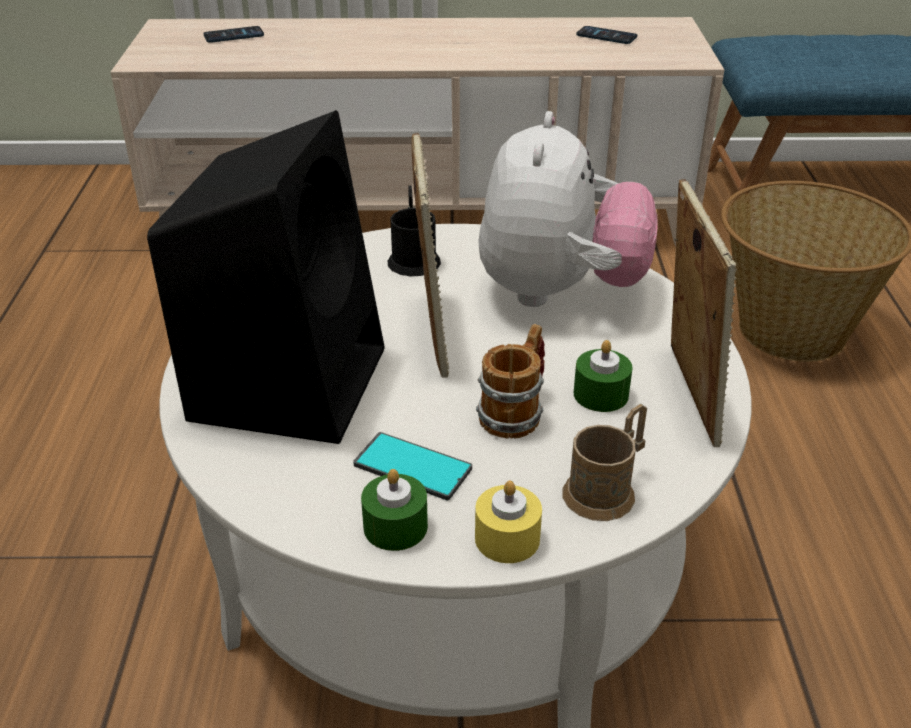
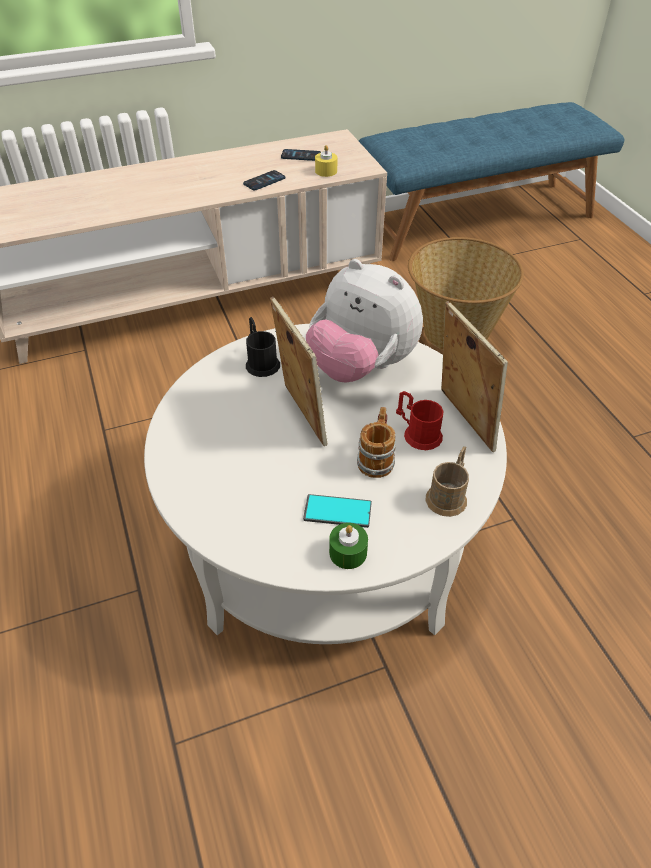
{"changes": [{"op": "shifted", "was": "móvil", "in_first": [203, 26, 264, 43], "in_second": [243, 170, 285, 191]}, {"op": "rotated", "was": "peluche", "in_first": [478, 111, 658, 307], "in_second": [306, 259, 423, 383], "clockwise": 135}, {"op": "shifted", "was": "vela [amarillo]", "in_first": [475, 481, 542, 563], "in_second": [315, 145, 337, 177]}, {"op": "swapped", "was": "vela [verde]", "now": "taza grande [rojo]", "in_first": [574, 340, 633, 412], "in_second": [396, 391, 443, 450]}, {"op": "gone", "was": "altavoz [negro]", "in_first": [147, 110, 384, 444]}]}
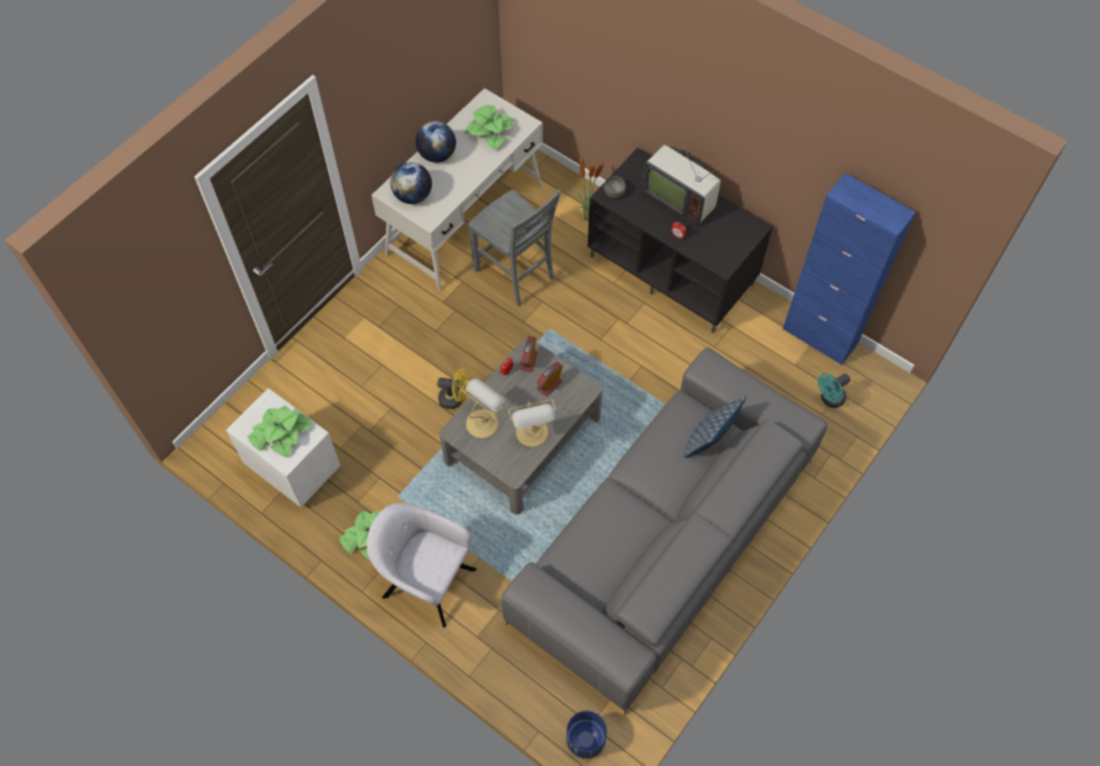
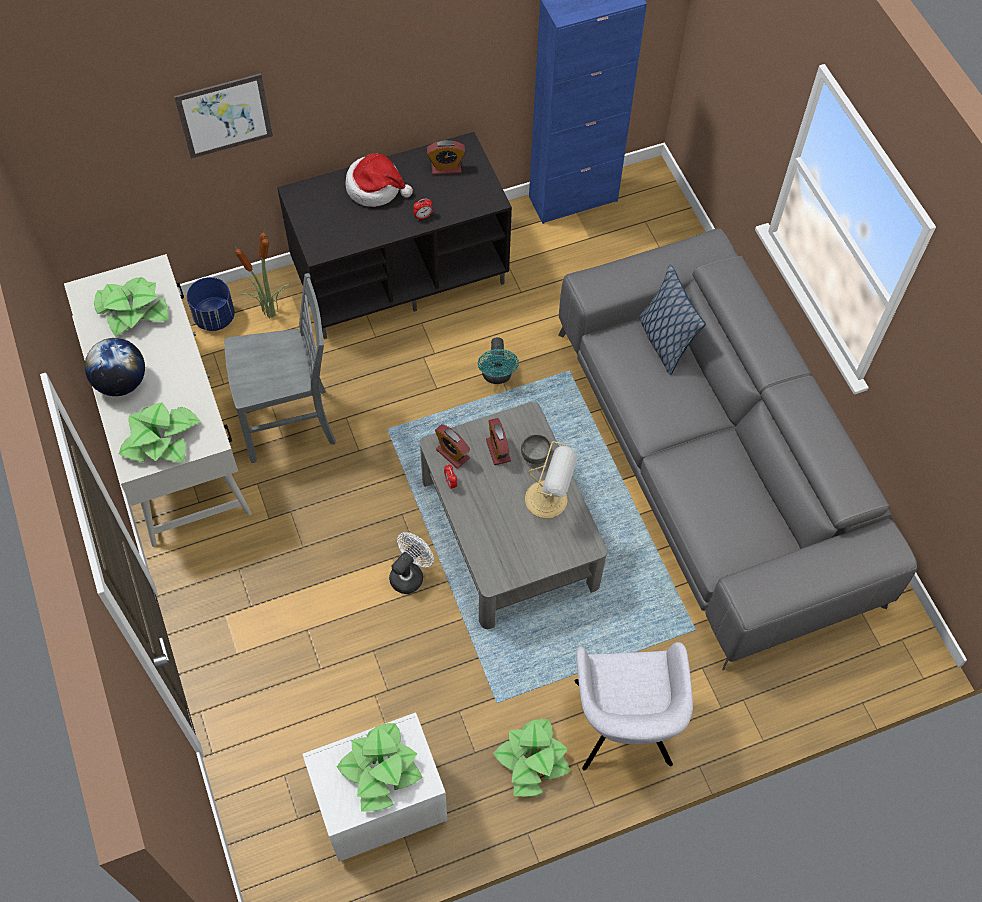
{"changes": [{"op": "swapped", "was": "globo terráqueo", "now": "planta en maceta", "in_first": [390, 162, 432, 204], "in_second": [119, 402, 200, 463]}, {"op": "new", "now": "cuadro", "in_second": [174, 73, 273, 159]}, {"op": "shifted", "was": "maceta [azul]", "in_first": [566, 711, 607, 759], "in_second": [187, 277, 235, 331]}, {"op": "swapped", "was": "televisor", "now": "sombrero", "in_first": [642, 144, 721, 225], "in_second": [345, 153, 413, 207]}, {"op": "repainted", "was": "ventilador [amarillo]", "now": "ventilador [blanco]", "in_first": [437, 369, 469, 409], "in_second": [389, 532, 434, 594]}, {"op": "new", "now": "despertador", "in_second": [426, 140, 466, 175]}, {"op": "shifted", "was": "ventilador [turquesa]", "in_first": [818, 373, 850, 408], "in_second": [478, 337, 519, 384]}, {"op": "shifted", "was": "cuenco [gris]", "in_first": [604, 176, 626, 198], "in_second": [521, 434, 552, 464]}, {"op": "rotated", "was": "sillón [gris]", "in_first": [367, 503, 477, 628], "in_second": [575, 642, 693, 771], "clockwise": -60}, {"op": "gone", "was": "lámpara de mesa", "in_first": [460, 379, 505, 438]}]}
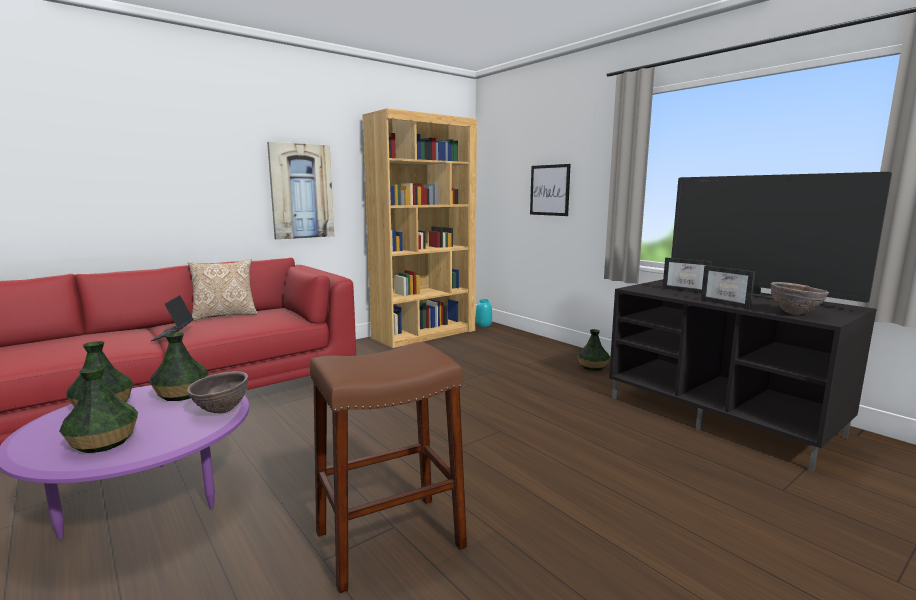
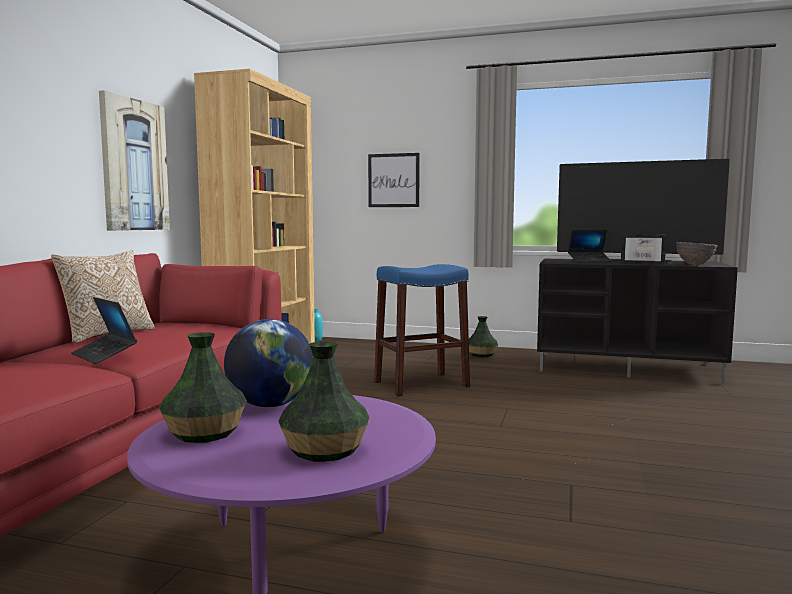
{"changes": [{"op": "swapped", "was": "florero", "now": "globo terráqueo", "in_first": [149, 332, 209, 401], "in_second": [224, 319, 313, 407]}, {"op": "new", "now": "taburete [azul]", "in_second": [374, 264, 470, 396]}, {"op": "swapped", "was": "portarretratos", "now": "portátil", "in_first": [662, 258, 712, 293], "in_second": [568, 230, 612, 262]}, {"op": "gone", "was": "cuenco [marrón]", "in_first": [187, 371, 248, 414]}, {"op": "gone", "was": "taburete [marrón]", "in_first": [310, 342, 467, 594]}]}
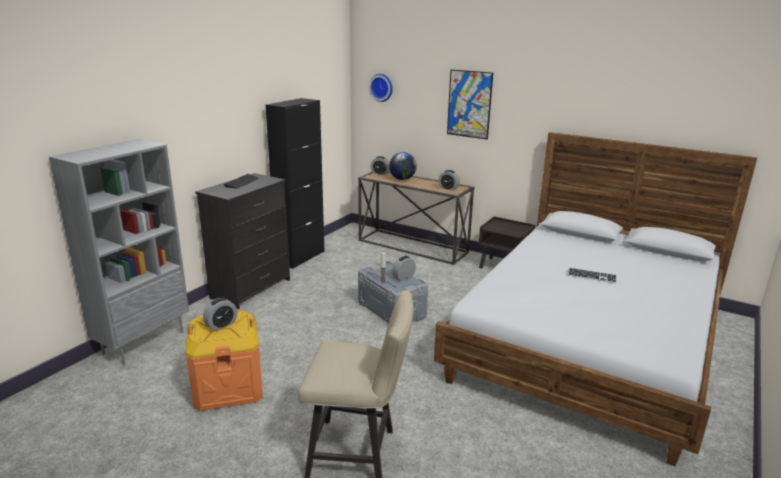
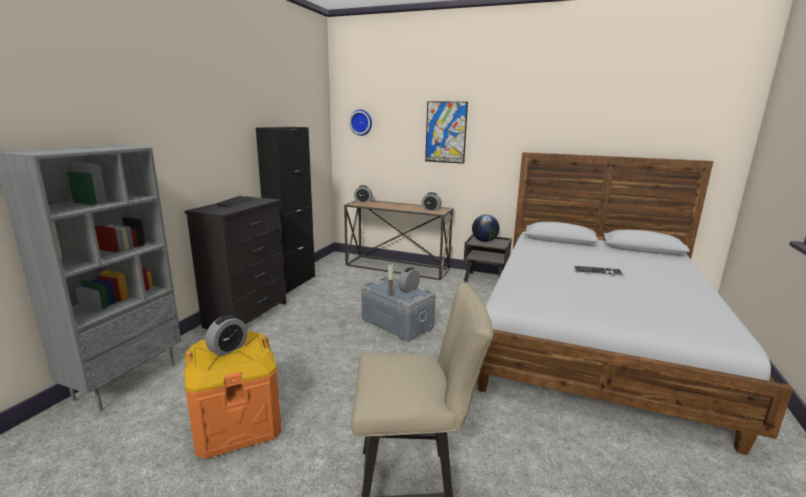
{"changes": [{"op": "shifted", "was": "globo terráqueo", "in_first": [389, 152, 417, 180], "in_second": [472, 215, 500, 242]}]}
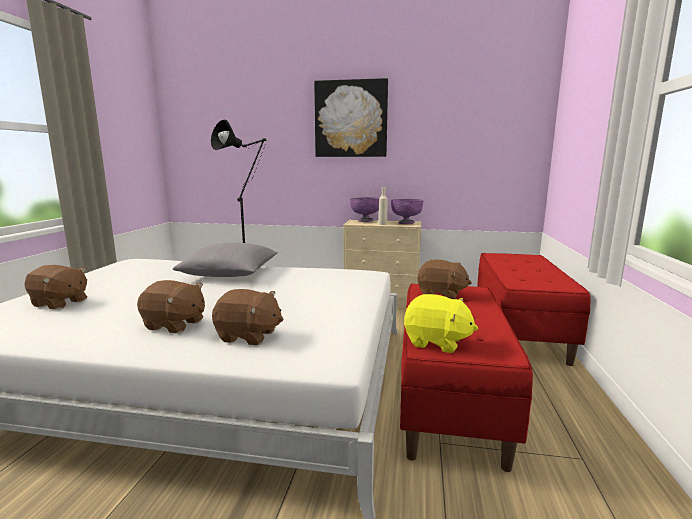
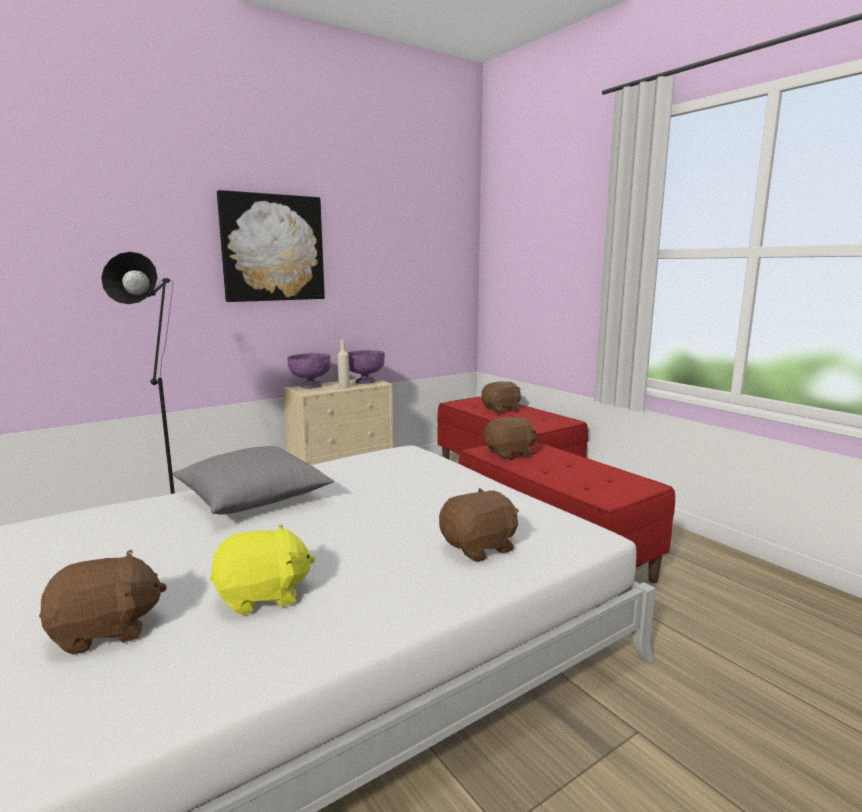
{"changes": [{"op": "shifted", "was": "peluche [amarillo]", "in_first": [404, 294, 478, 353], "in_second": [210, 524, 315, 615]}, {"op": "shifted", "was": "peluche [marrón]", "in_first": [137, 280, 205, 333], "in_second": [481, 382, 521, 413]}]}
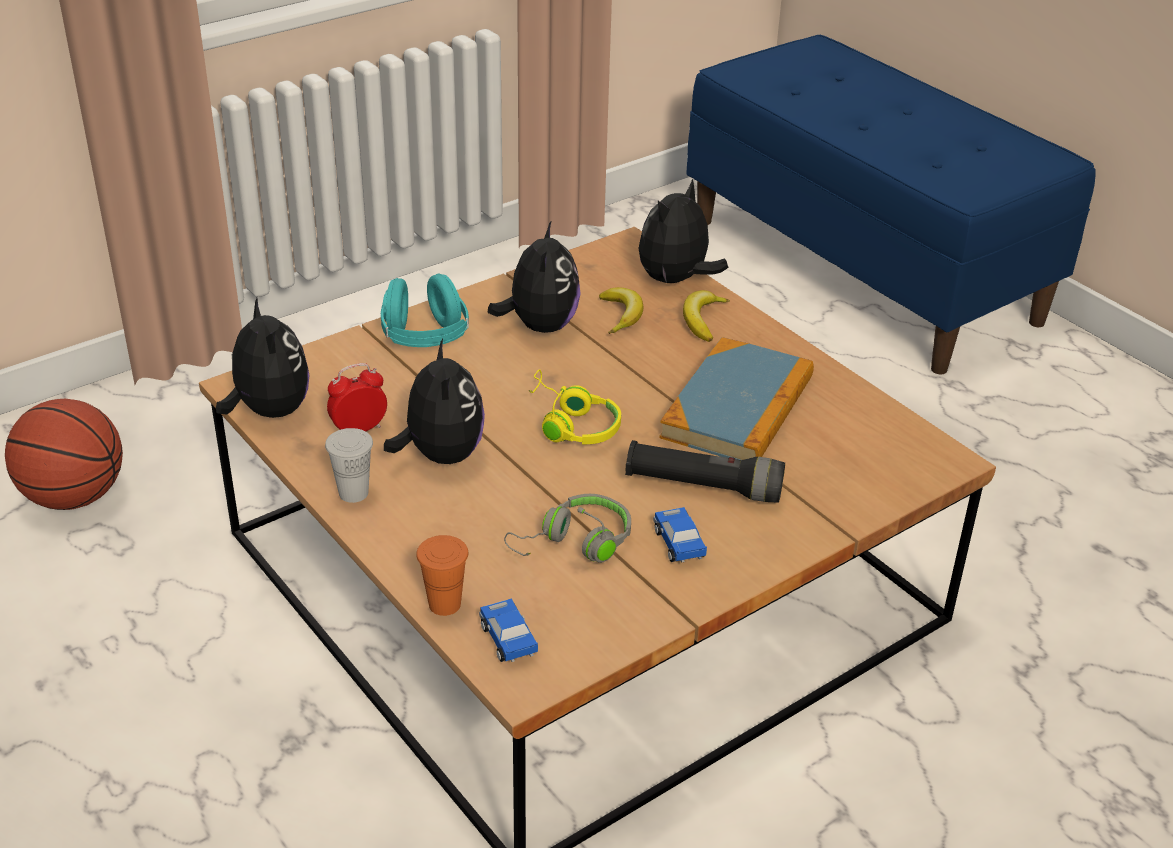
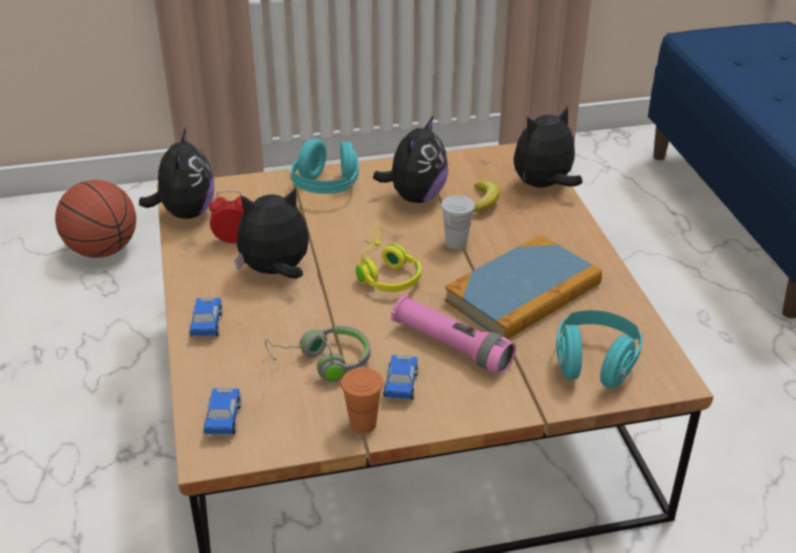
{"changes": [{"op": "new", "now": "coche de juguete", "in_second": [189, 298, 223, 338]}, {"op": "rotated", "was": "peluche", "in_first": [384, 338, 485, 464], "in_second": [234, 187, 309, 279], "clockwise": -120}, {"op": "shifted", "was": "taza [naranja]", "in_first": [416, 535, 468, 616], "in_second": [341, 368, 383, 434]}, {"op": "repainted", "was": "linterna [negro]", "now": "linterna [rosa]", "in_first": [625, 440, 785, 503], "in_second": [391, 295, 516, 375]}, {"op": "shifted", "was": "taza [blanco]", "in_first": [325, 428, 373, 503], "in_second": [441, 195, 475, 250]}, {"op": "new", "now": "auriculares [turquesa]", "in_second": [556, 310, 642, 388]}, {"op": "gone", "was": "plátano", "in_first": [683, 290, 730, 342]}]}
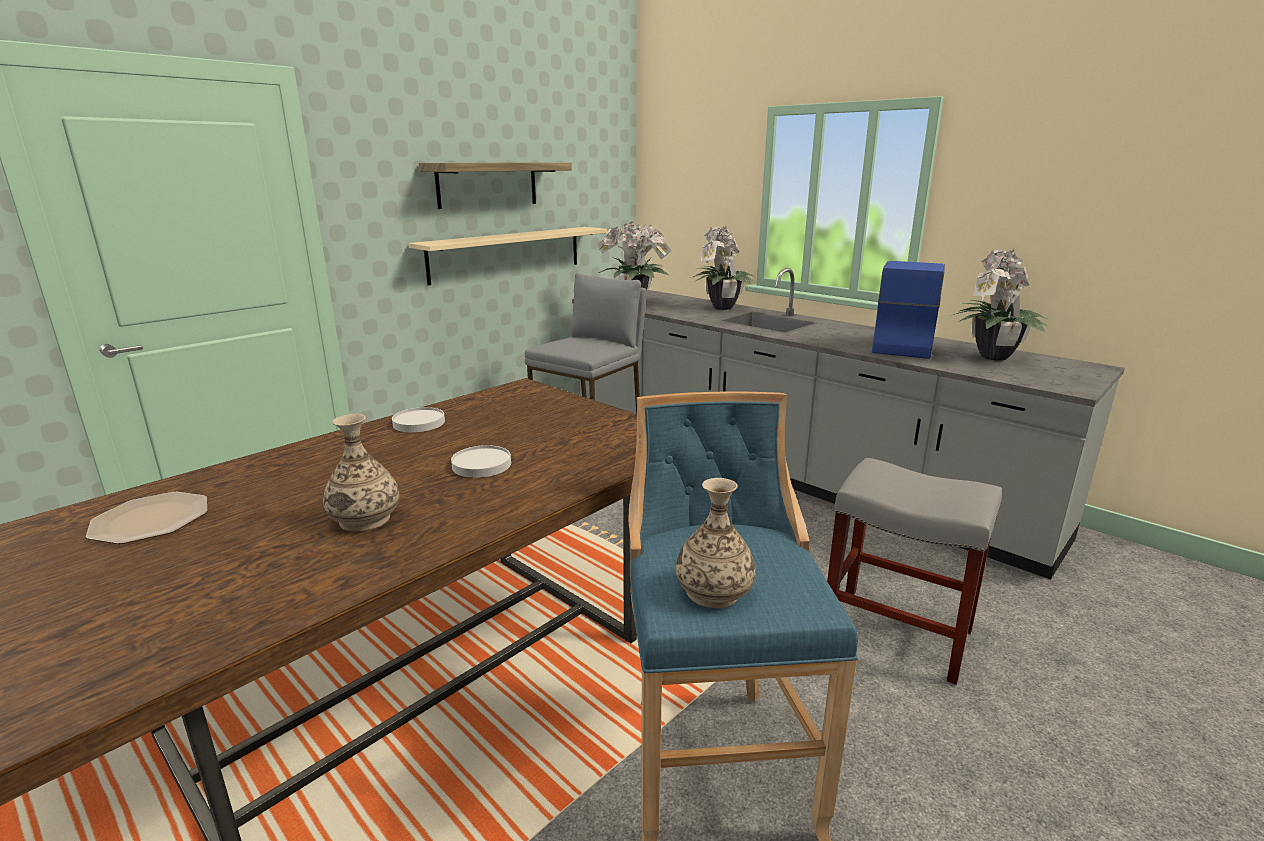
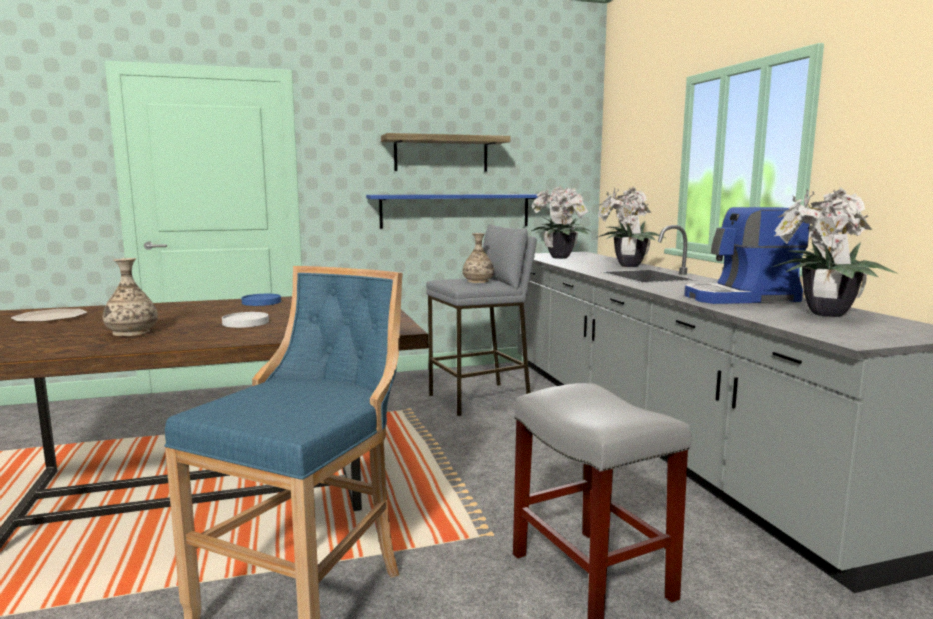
{"changes": [{"op": "repainted", "was": "plato [blanco]", "now": "plato [azul]", "in_first": [392, 407, 445, 432], "in_second": [241, 294, 281, 306]}, {"op": "repainted", "was": "estante [beis]", "now": "estante [azul]", "in_first": [408, 227, 607, 286], "in_second": [366, 194, 538, 229]}, {"op": "shifted", "was": "florero", "in_first": [676, 478, 756, 608], "in_second": [462, 233, 494, 283]}, {"op": "rotated", "was": "cafetera", "in_first": [872, 261, 945, 359], "in_second": [684, 207, 810, 304], "clockwise": -150}]}
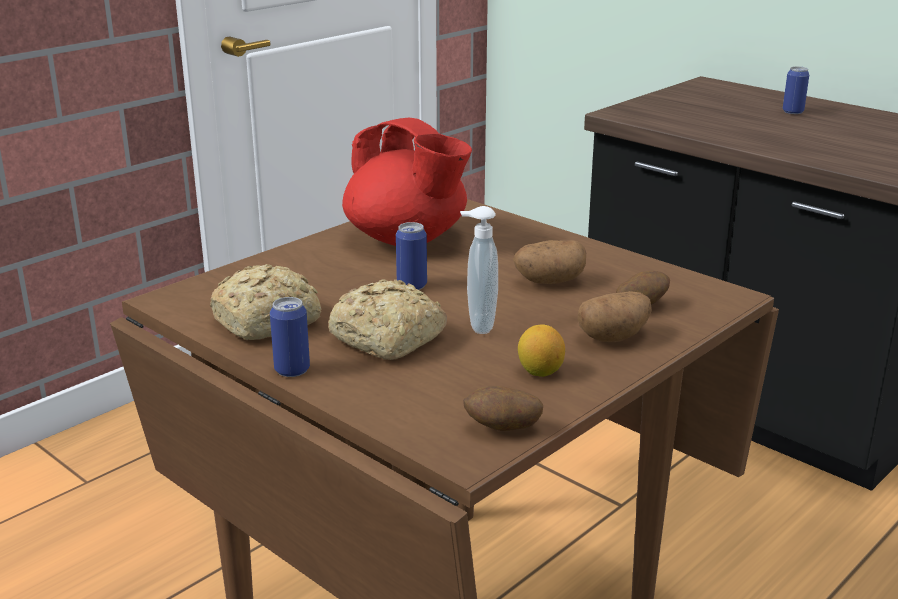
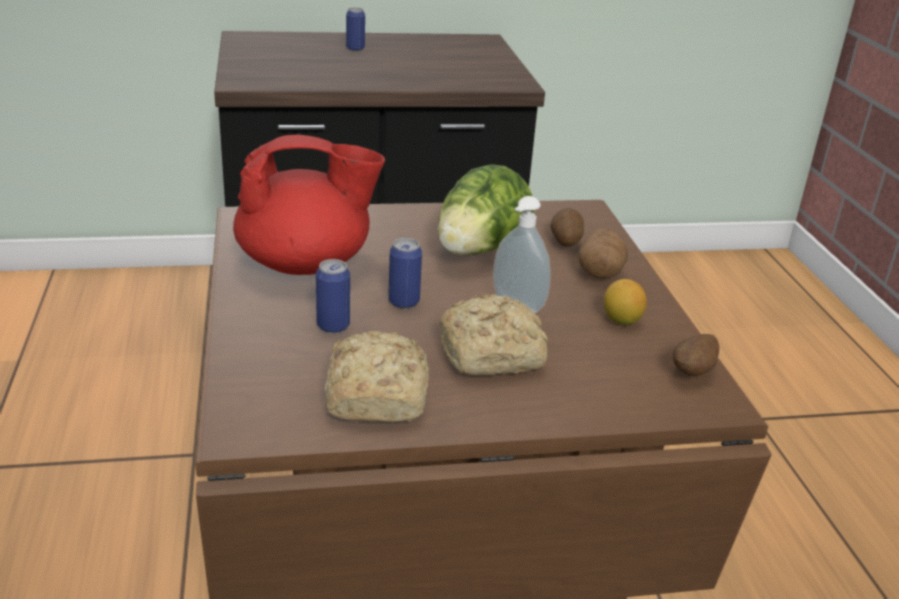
{"changes": [{"op": "shifted", "was": "lata", "in_first": [270, 297, 310, 377], "in_second": [316, 259, 350, 333]}, {"op": "swapped", "was": "patata", "now": "lechuga", "in_first": [513, 240, 586, 284], "in_second": [437, 164, 534, 255]}]}
